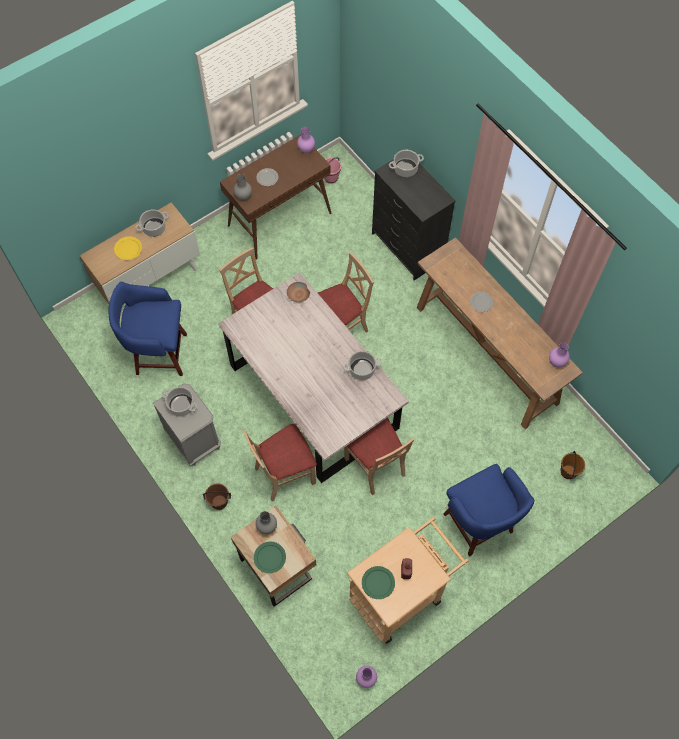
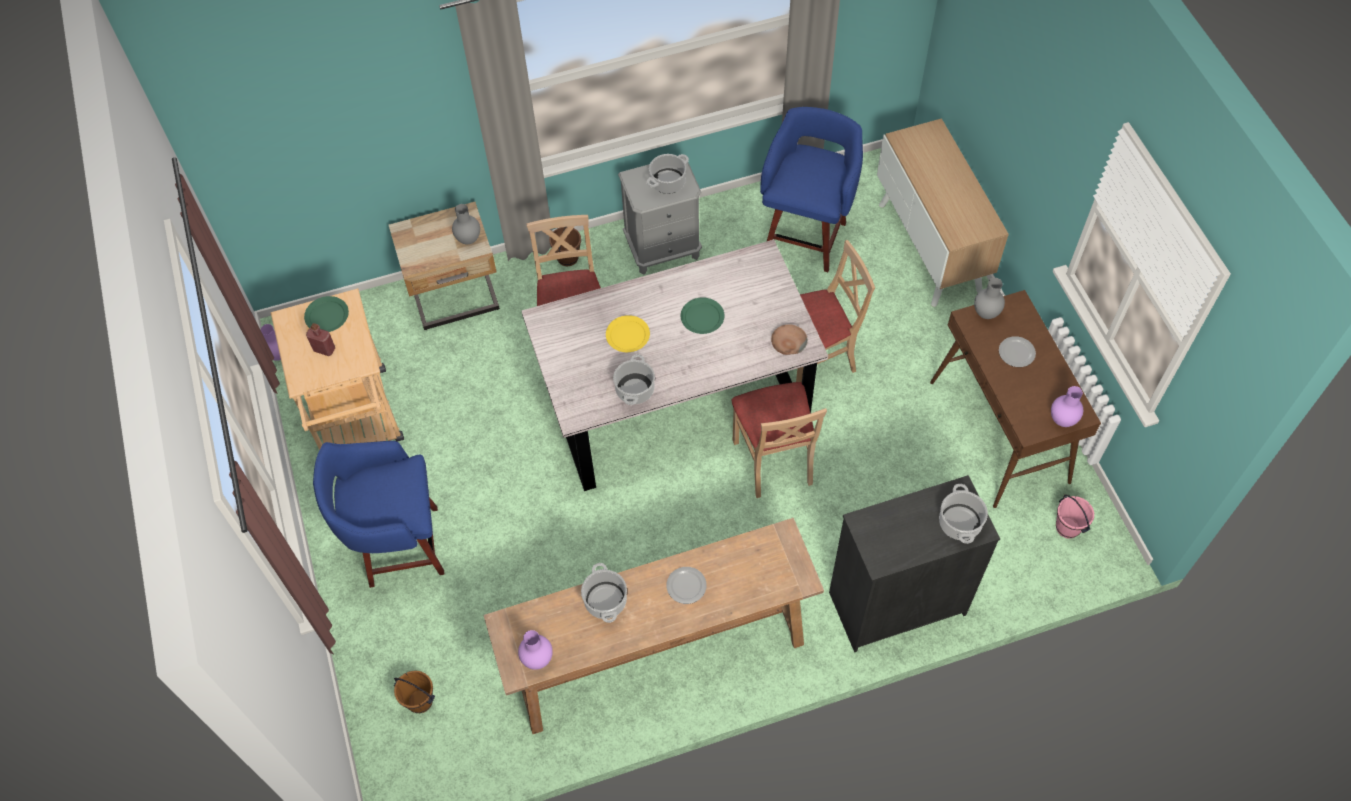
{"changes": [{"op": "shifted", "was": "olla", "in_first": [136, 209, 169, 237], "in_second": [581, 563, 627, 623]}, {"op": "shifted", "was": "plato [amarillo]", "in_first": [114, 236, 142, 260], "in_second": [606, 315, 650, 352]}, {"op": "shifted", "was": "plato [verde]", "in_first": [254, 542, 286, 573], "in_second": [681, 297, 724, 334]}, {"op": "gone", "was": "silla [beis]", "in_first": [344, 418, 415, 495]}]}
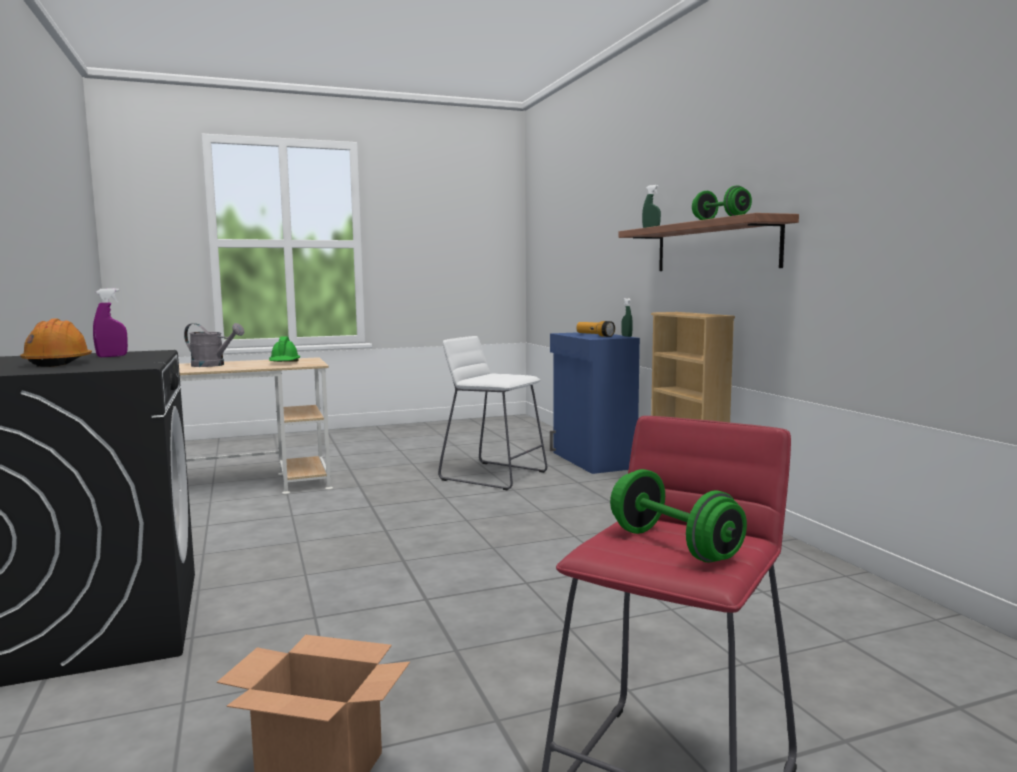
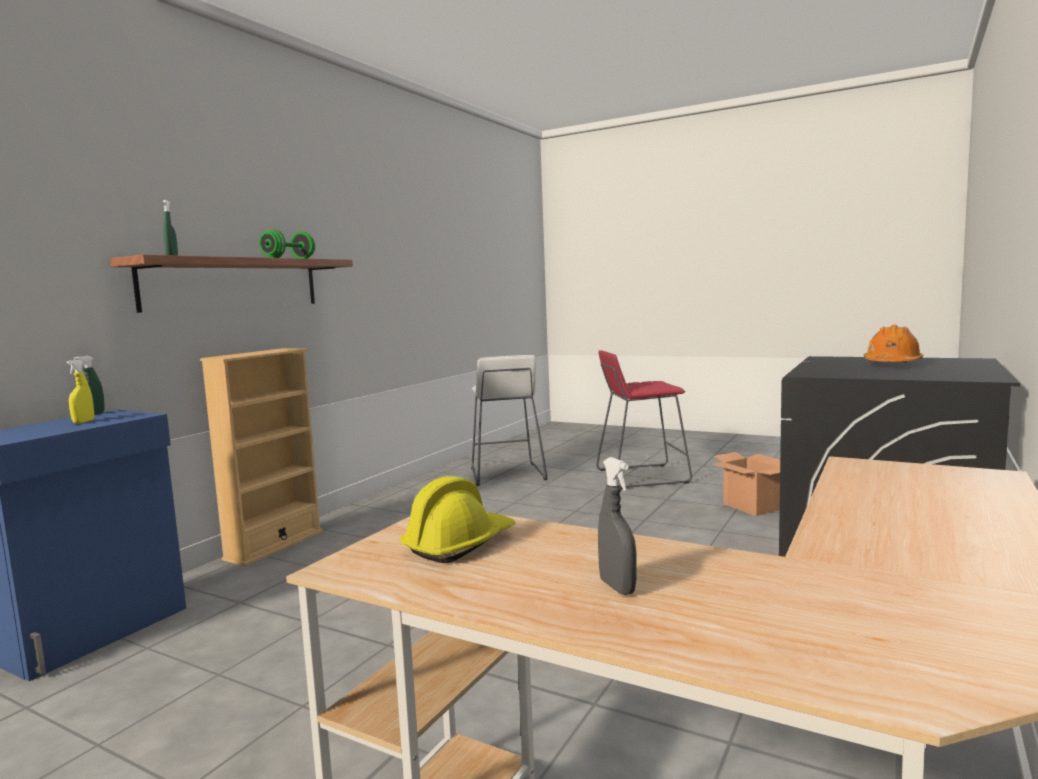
{"changes": [{"op": "swapped", "was": "linterna", "now": "pulverizador [amarillo]", "in_first": [577, 321, 615, 337], "in_second": [67, 360, 94, 424]}, {"op": "repainted", "was": "casco [verde]", "now": "casco [amarillo]", "in_first": [269, 336, 300, 362], "in_second": [400, 476, 515, 563]}, {"op": "shifted", "was": "taburete [blanco]", "in_first": [438, 336, 547, 491], "in_second": [471, 355, 547, 486]}, {"op": "swapped", "was": "regadera [gris]", "now": "pulverizador [gris]", "in_first": [184, 323, 245, 367], "in_second": [598, 457, 636, 595]}, {"op": "gone", "was": "pulverizador [morado]", "in_first": [93, 288, 128, 357]}, {"op": "gone", "was": "mancuerna [verde]", "in_first": [610, 469, 747, 563]}]}
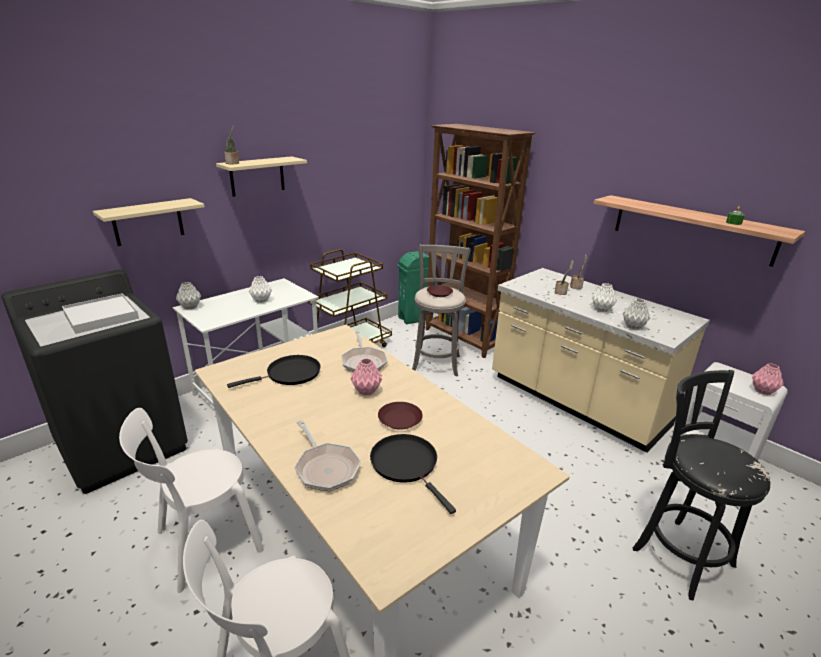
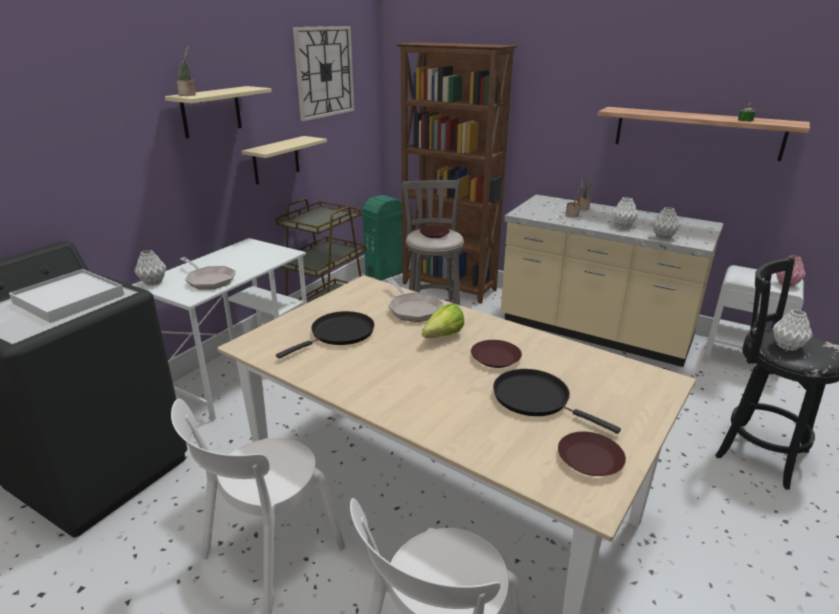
{"changes": [{"op": "shifted", "was": "sartén", "in_first": [294, 420, 361, 492], "in_second": [180, 257, 236, 290]}, {"op": "shifted", "was": "estante [beis]", "in_first": [93, 198, 204, 246], "in_second": [242, 136, 327, 185]}, {"op": "new", "now": "reloj de pared", "in_second": [293, 26, 354, 121]}, {"op": "swapped", "was": "florero [rosa]", "now": "lechuga", "in_first": [350, 358, 382, 396], "in_second": [422, 304, 464, 338]}, {"op": "new", "now": "plato [marrón]", "in_second": [558, 432, 626, 476]}, {"op": "shifted", "was": "florero [blanco]", "in_first": [249, 276, 272, 303], "in_second": [773, 309, 813, 351]}]}
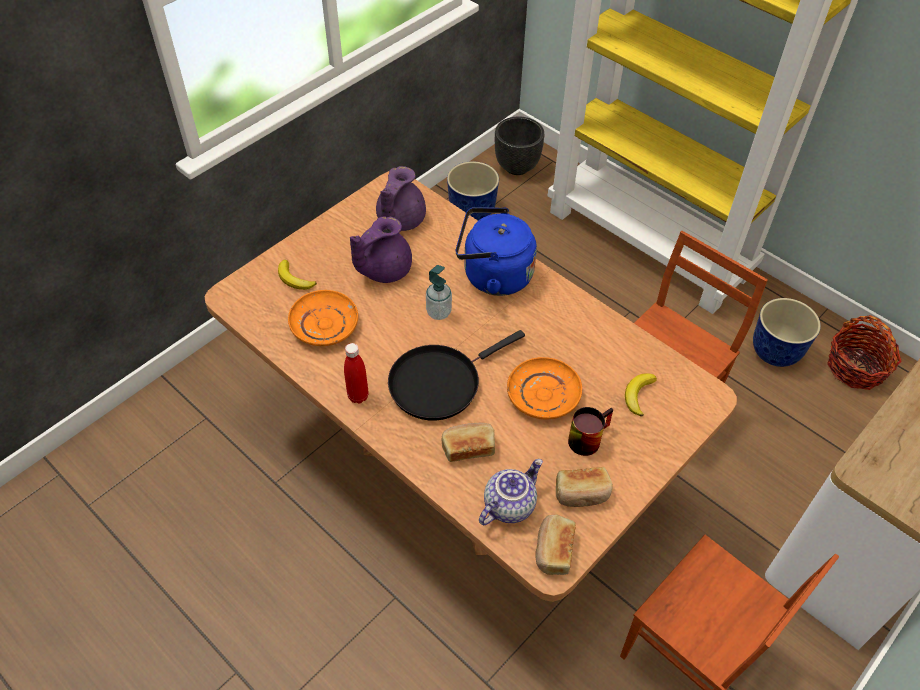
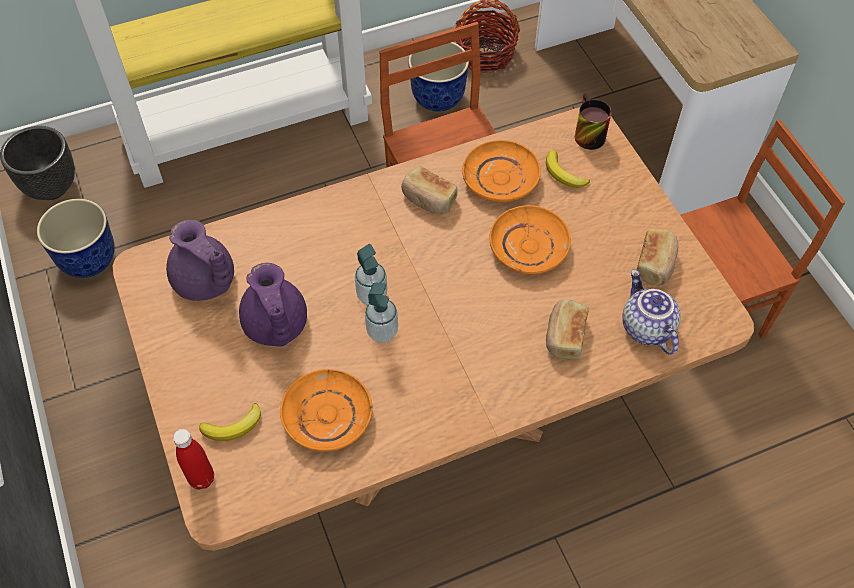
{"changes": [{"op": "shifted", "was": "botella [rojo]", "in_first": [344, 343, 369, 403], "in_second": [173, 429, 214, 490]}, {"op": "new", "now": "dispensador de jabón", "in_second": [365, 283, 398, 343]}, {"op": "shifted", "was": "pan", "in_first": [535, 514, 576, 575], "in_second": [401, 166, 458, 214]}, {"op": "new", "now": "plato [naranja]", "in_second": [462, 140, 541, 202]}, {"op": "shifted", "was": "taza grande", "in_first": [568, 407, 613, 456], "in_second": [575, 93, 612, 150]}, {"op": "gone", "was": "sartén [negro]", "in_first": [388, 330, 525, 420]}, {"op": "gone", "was": "hervidor [azul]", "in_first": [456, 207, 537, 296]}]}
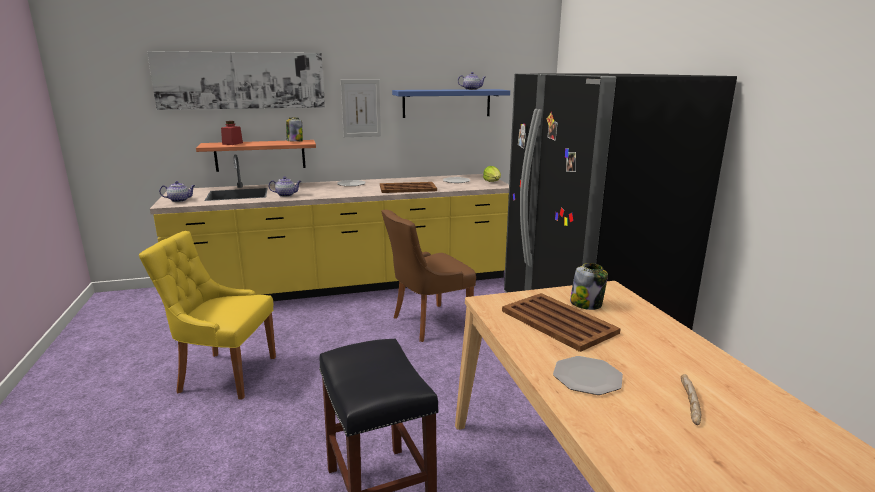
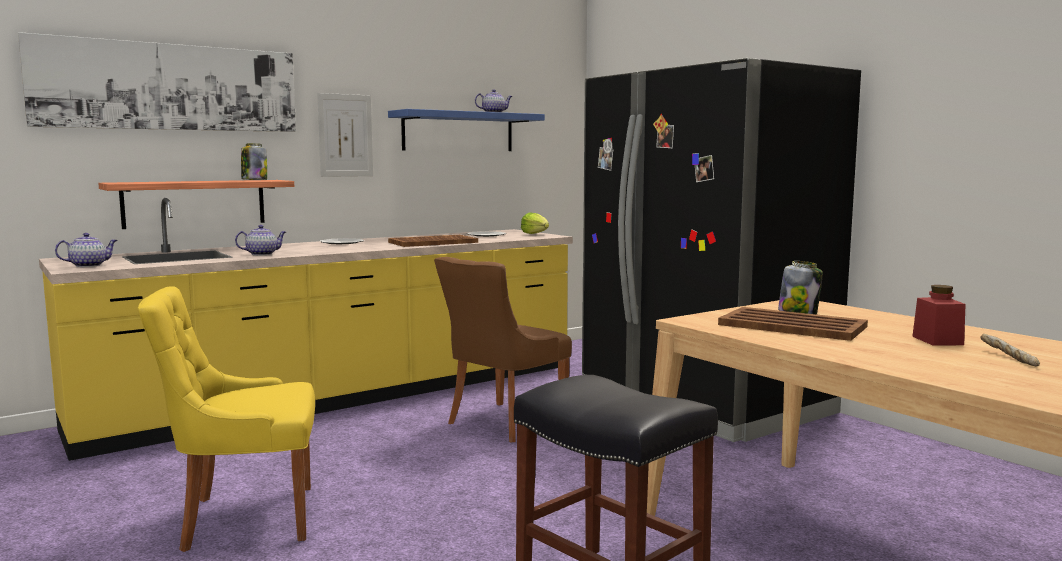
{"changes": [{"op": "shifted", "was": "tarro [rojo]", "in_first": [221, 121, 243, 145], "in_second": [912, 285, 965, 346]}, {"op": "gone", "was": "plato", "in_first": [553, 356, 623, 395]}]}
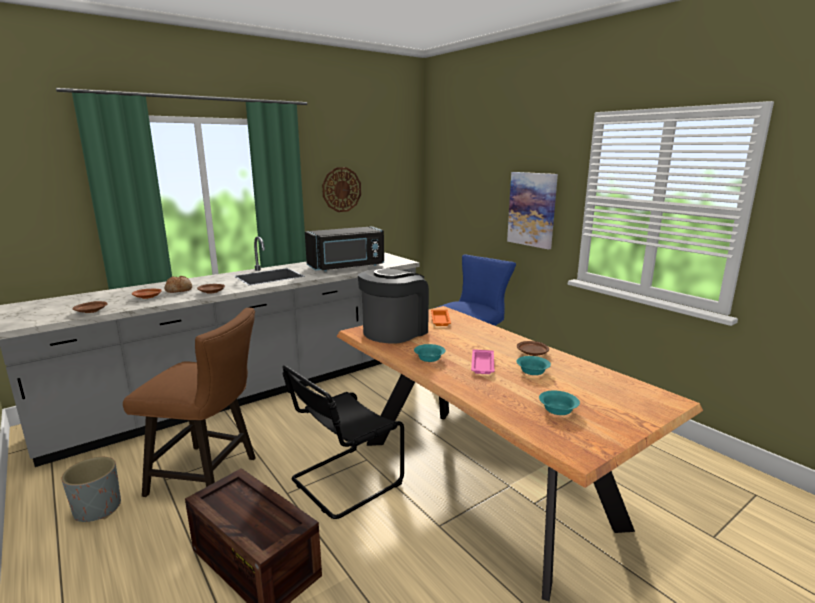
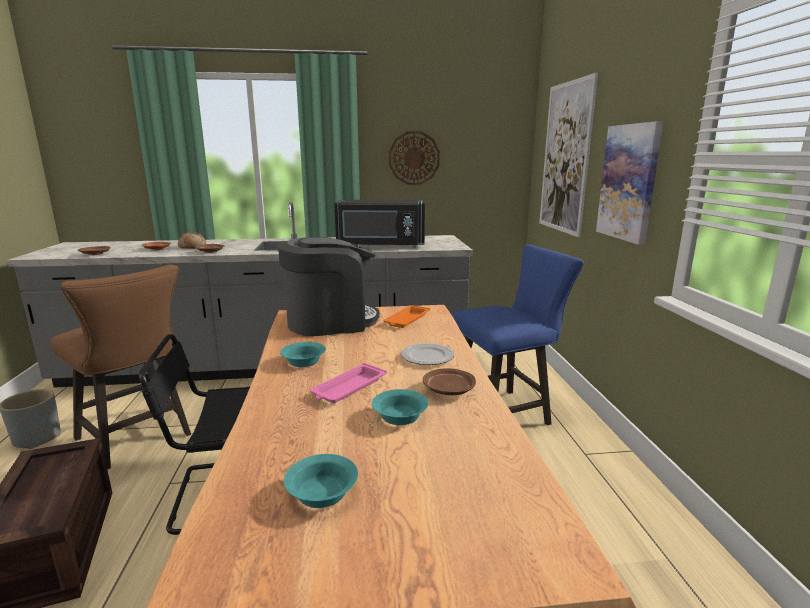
{"changes": [{"op": "new", "now": "plato", "in_second": [401, 343, 454, 365]}, {"op": "new", "now": "cuadro", "in_second": [539, 73, 598, 237]}]}
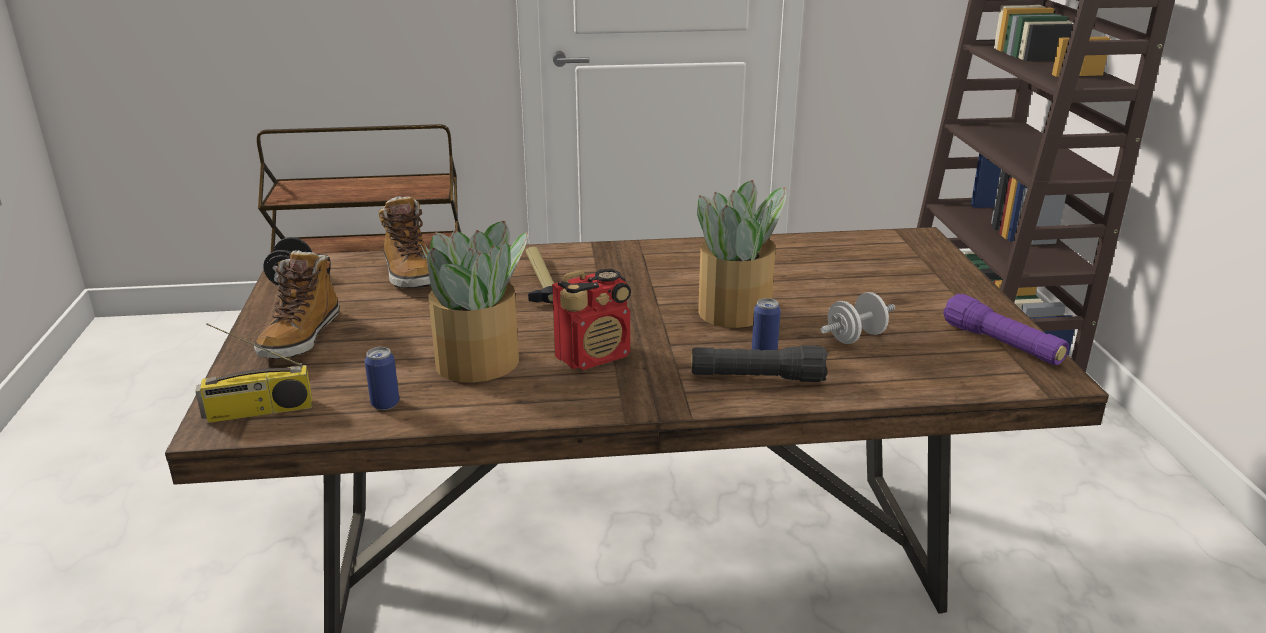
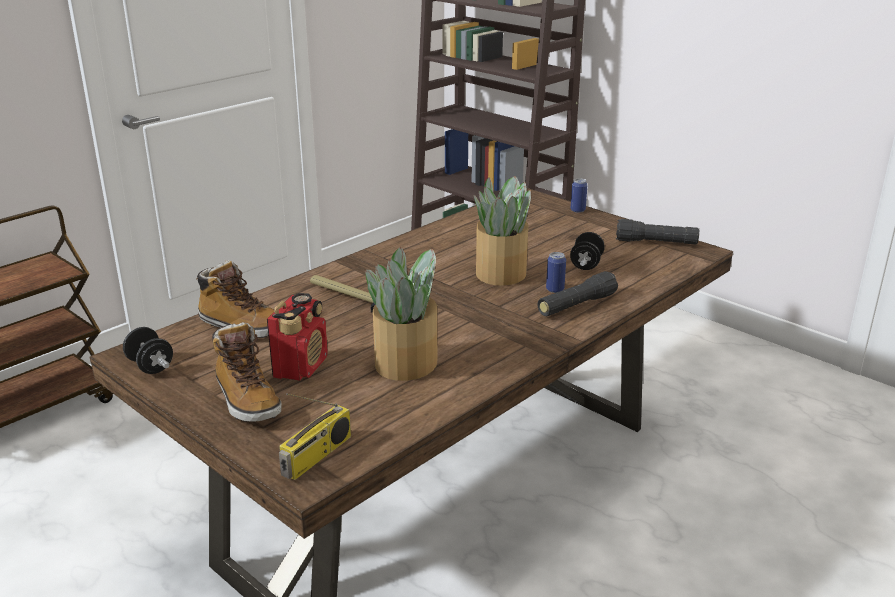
{"changes": [{"op": "shifted", "was": "radio", "in_first": [552, 269, 631, 370], "in_second": [267, 293, 328, 381]}, {"op": "repainted", "was": "mancuerna [blanco]", "now": "mancuerna [negro]", "in_first": [820, 292, 895, 344], "in_second": [570, 232, 605, 270]}, {"op": "shifted", "was": "lata", "in_first": [365, 347, 399, 410], "in_second": [571, 178, 587, 213]}, {"op": "repainted", "was": "linterna [morado]", "now": "linterna [negro]", "in_first": [943, 294, 1069, 365], "in_second": [616, 219, 699, 245]}]}
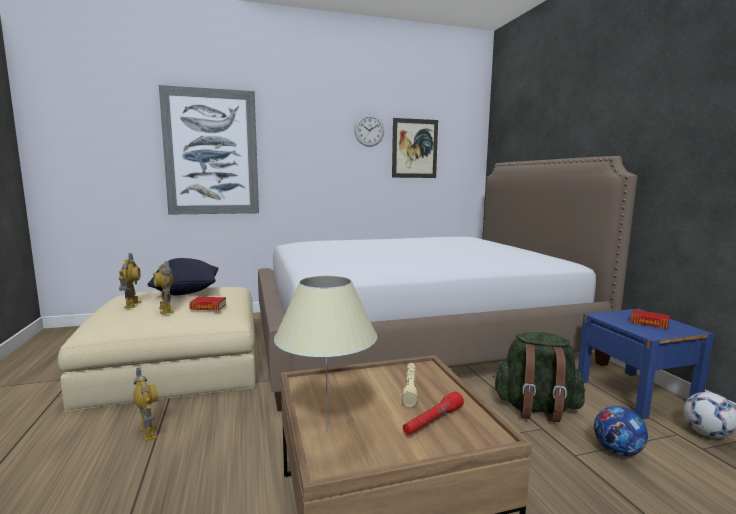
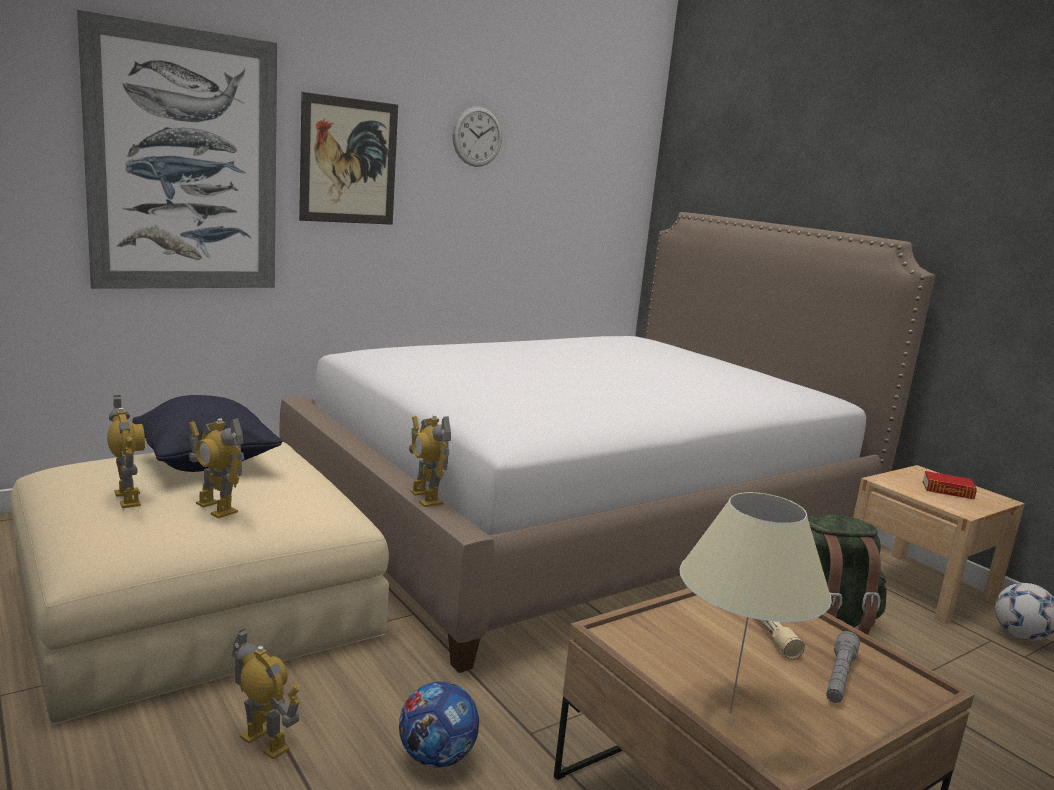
{"changes": [{"op": "shifted", "was": "cuadro", "in_first": [392, 118, 438, 178], "in_second": [299, 92, 398, 225]}, {"op": "shifted", "was": "balón de fútbol", "in_first": [594, 406, 648, 456], "in_second": [399, 681, 479, 768]}, {"op": "new", "now": "robot de juguete", "in_second": [409, 415, 451, 507]}, {"op": "repainted", "was": "linterna [rojo]", "now": "linterna [gris]", "in_first": [403, 391, 464, 435], "in_second": [826, 631, 860, 703]}, {"op": "repainted", "was": "mesita de noche [azul]", "now": "mesita de noche [beis]", "in_first": [578, 309, 714, 419], "in_second": [853, 465, 1025, 624]}, {"op": "gone", "was": "libro", "in_first": [189, 297, 226, 310]}]}
